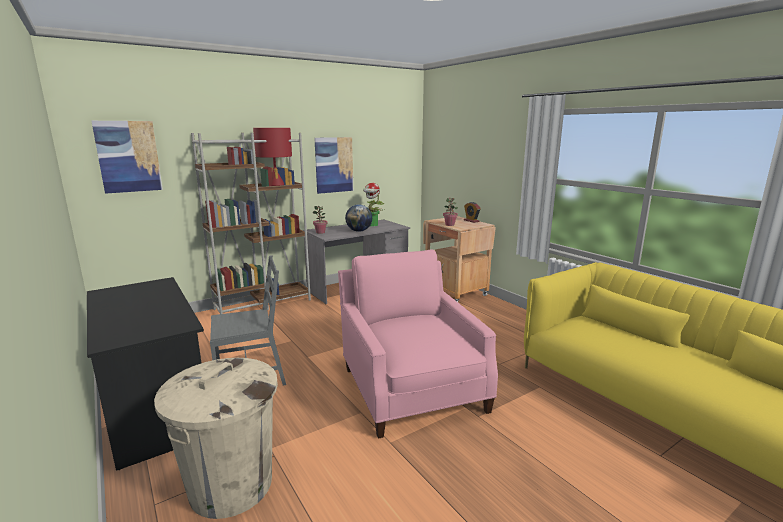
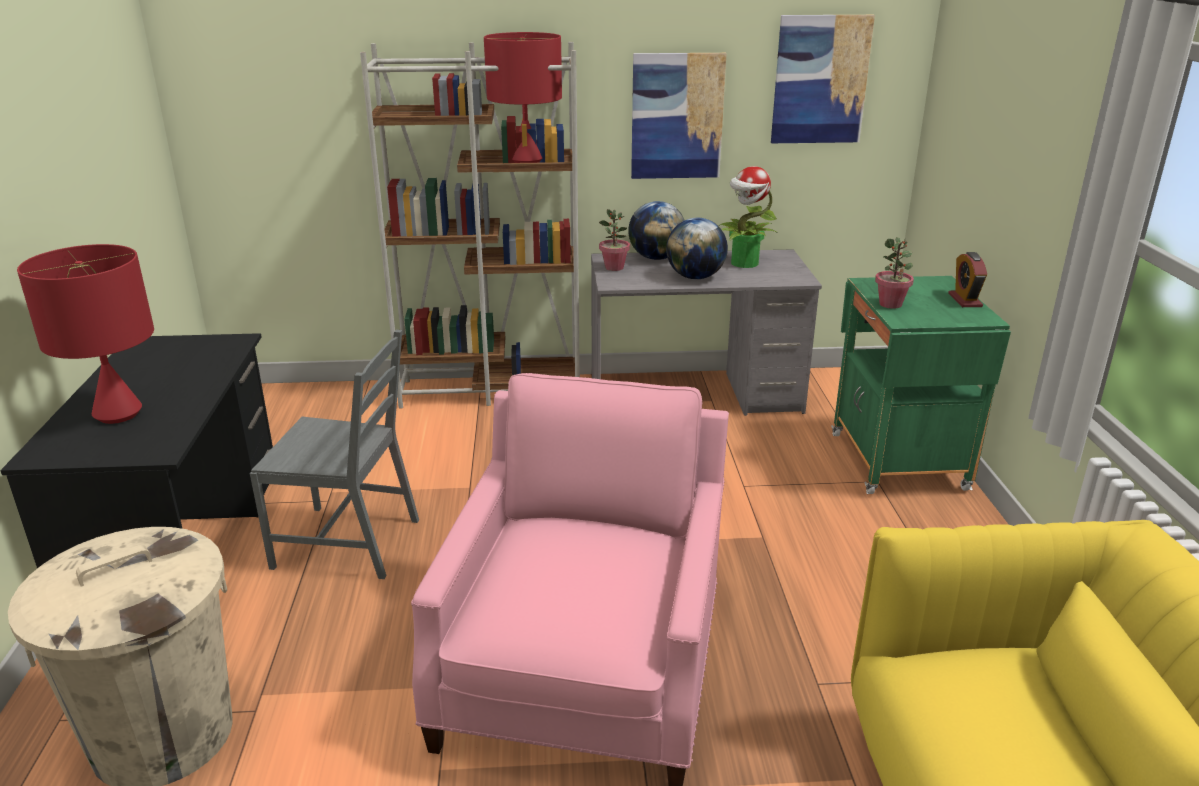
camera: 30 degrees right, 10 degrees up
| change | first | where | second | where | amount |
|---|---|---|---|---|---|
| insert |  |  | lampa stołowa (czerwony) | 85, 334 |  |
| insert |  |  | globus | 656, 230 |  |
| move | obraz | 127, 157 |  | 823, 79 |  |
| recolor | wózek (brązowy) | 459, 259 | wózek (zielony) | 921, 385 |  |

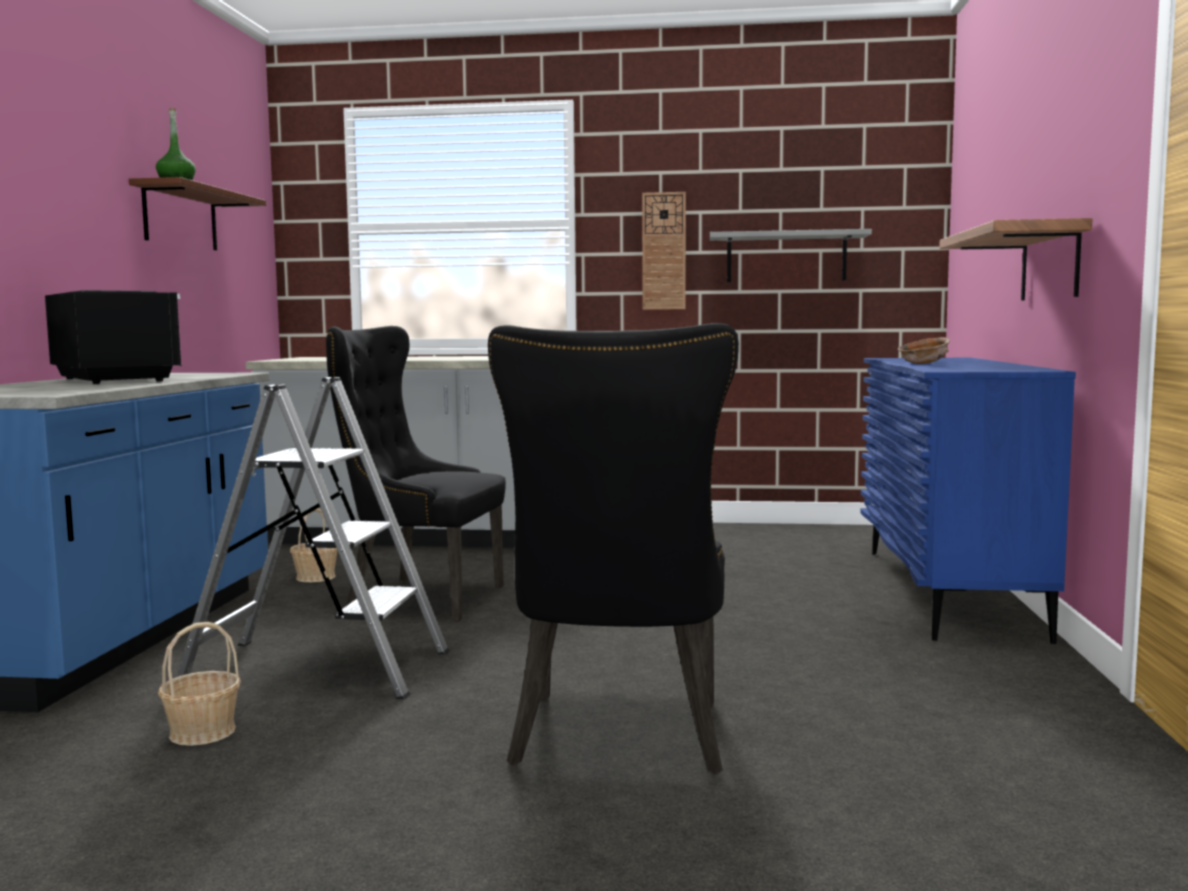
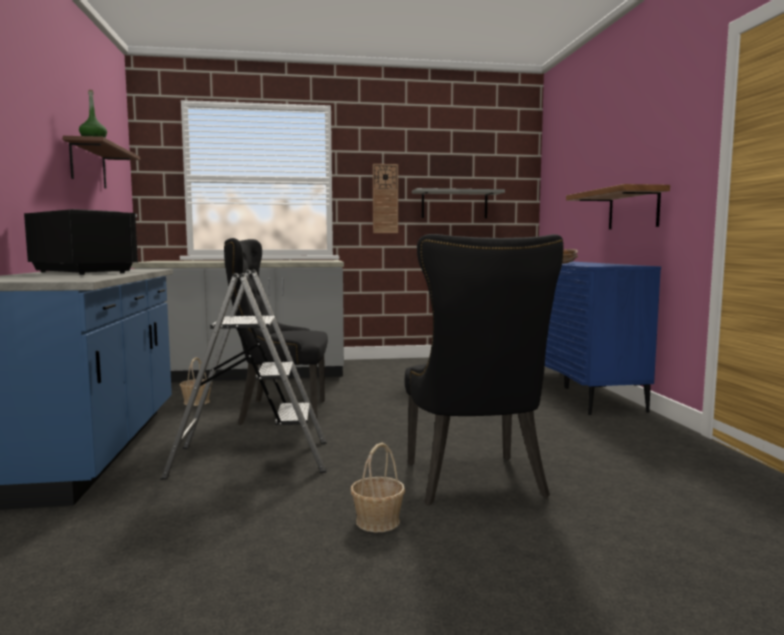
camera: 15 degrees left, 0 degrees up
| change | first | where | second | where | amount |
|---|---|---|---|---|---|
| move | koszyk | 199, 684 |  | 378, 488 |  |

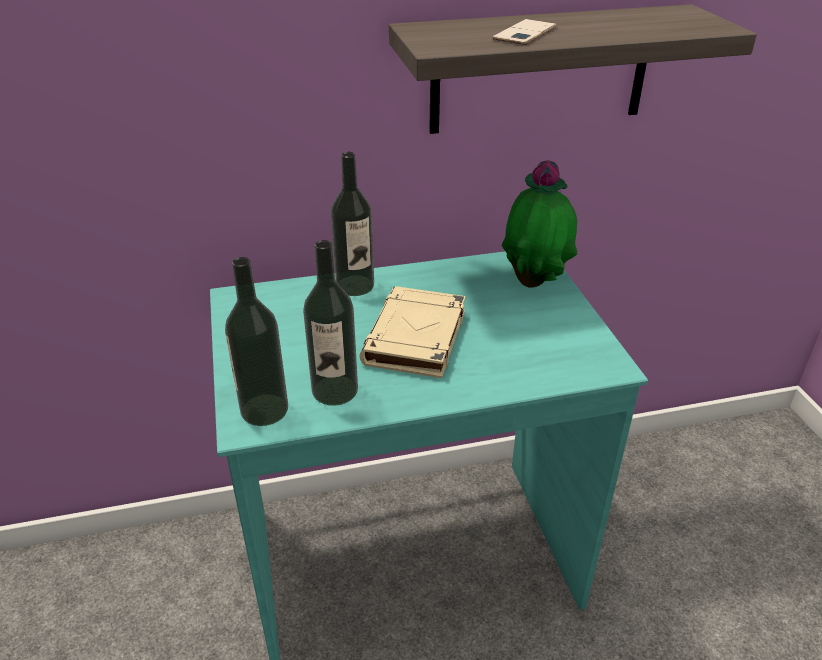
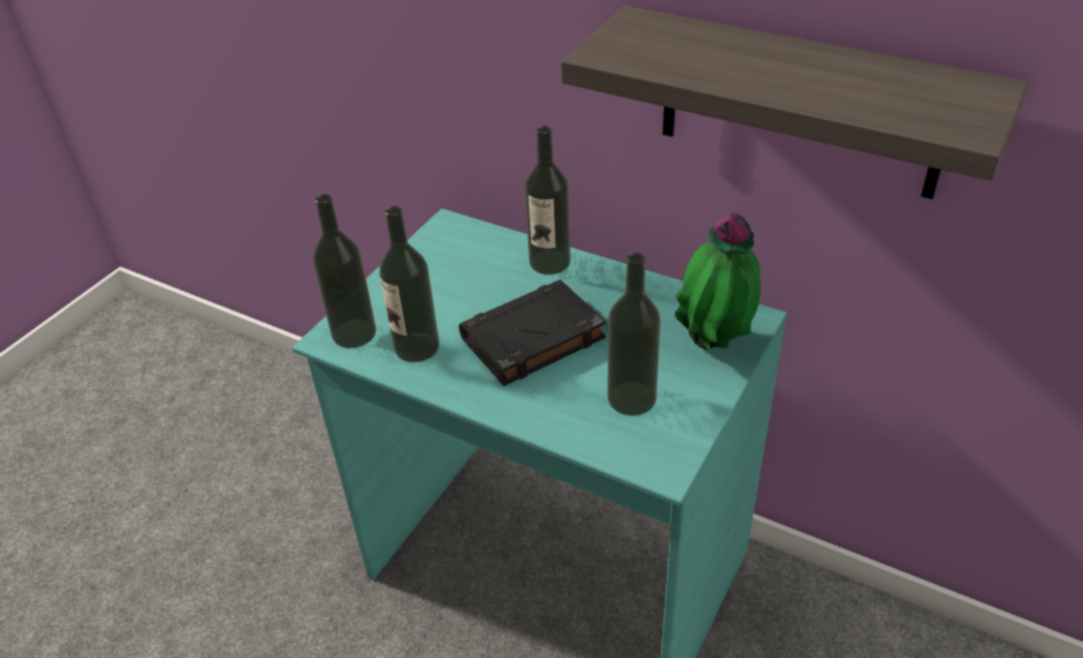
camera: 45 degrees right, 5 degrees up
| change | first | where | second | where | amount |
|---|---|---|---|---|---|
| recolor | książka (beżowy) | 412, 332 | książka (czarny) | 532, 333 |  |
| insert |  |  | butelka | 634, 334 |  |
| delete | telefon | 525, 32 |  |  |  |

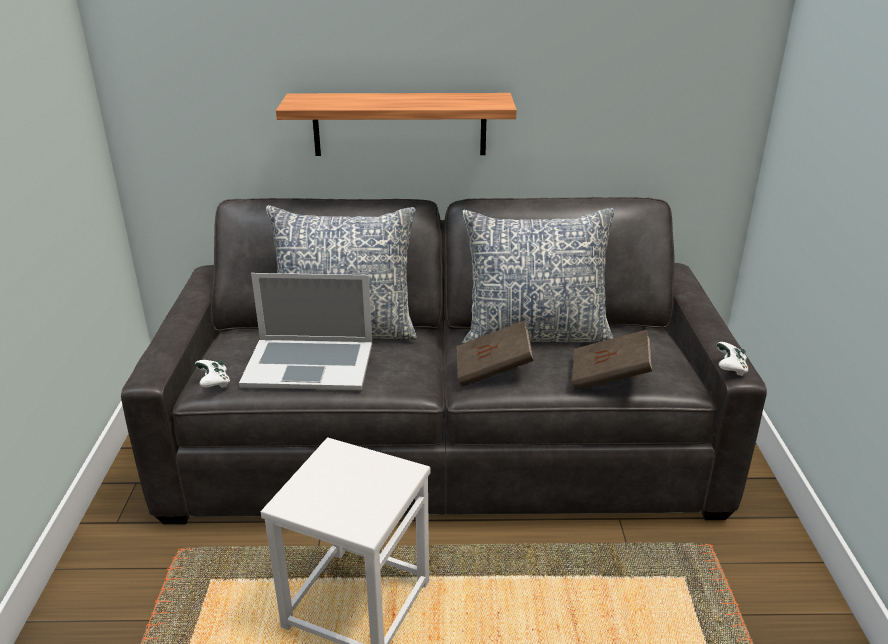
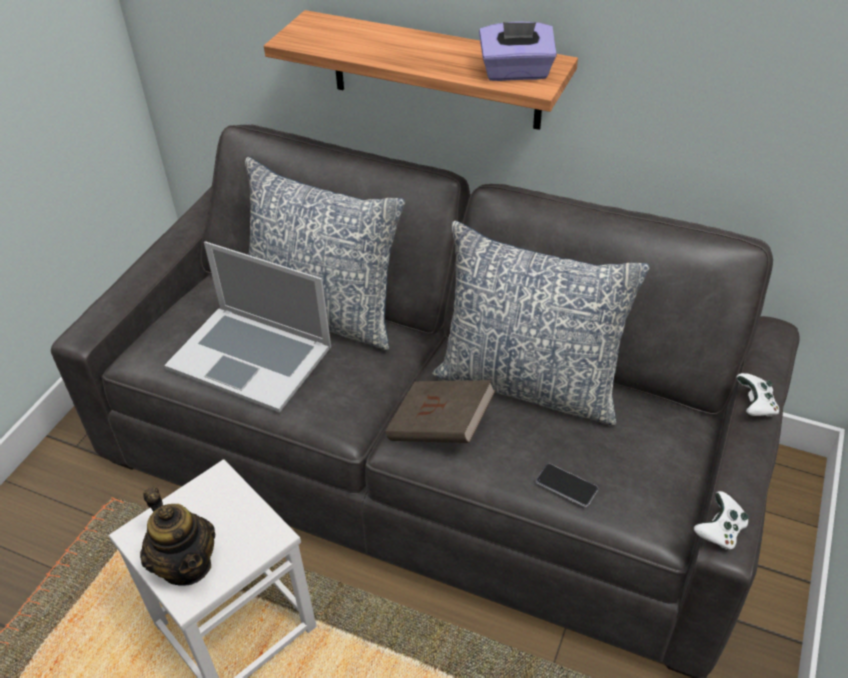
camera: 25 degrees right, 15 degrees up
| change | first | where | second | where | amount |
|---|---|---|---|---|---|
| insert |  |  | imbryk | 177, 536 |  |
| insert |  |  | pudełko chusteczek (fioletowy) | 518, 51 |  |
| replace | książka (brązowy) | 612, 360 | telefon | 567, 485 |  |
| move | pad do gier (biały) | 212, 374 |  | 757, 395 |  |

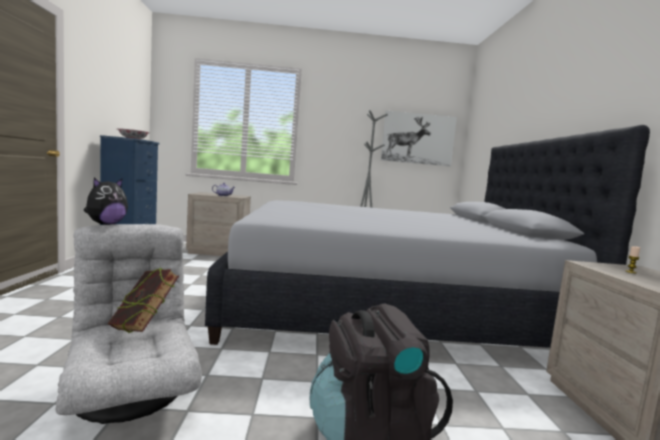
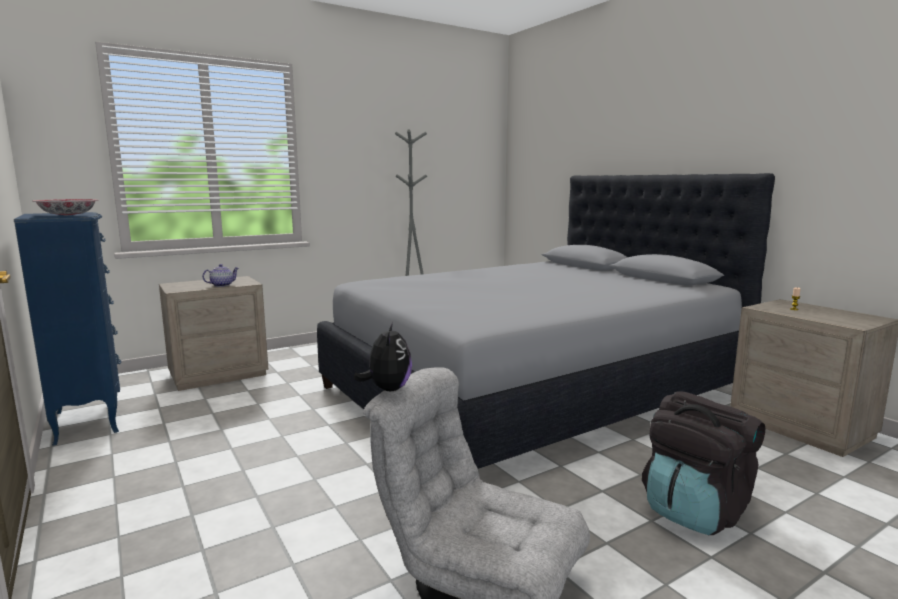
camera: 30 degrees left, 5 degrees up
| change | first | where | second | where | amount |
|---|---|---|---|---|---|
| delete | książka | 143, 300 |  |  |  |
| delete | obraz | 419, 138 |  |  |  |

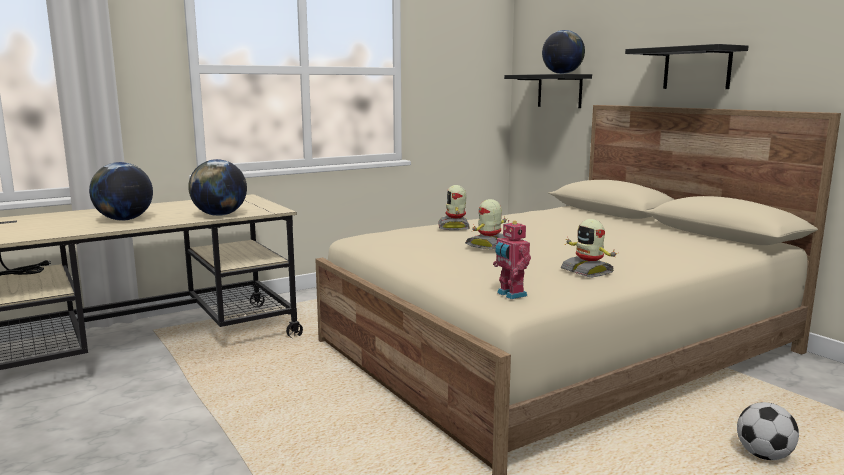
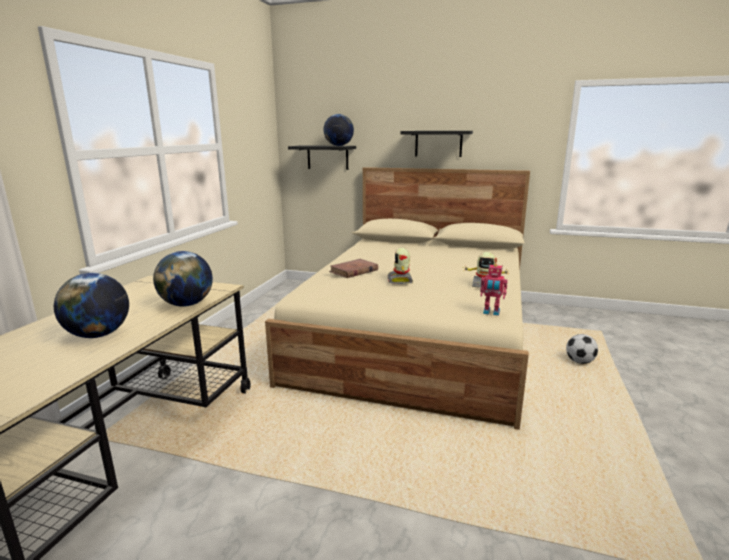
camera: 40 degrees left, 5 degrees up
| change | first | where | second | where | amount |
|---|---|---|---|---|---|
| replace | robot zabawkowy | 454, 207 | książka (brązowy) | 353, 268 |  |

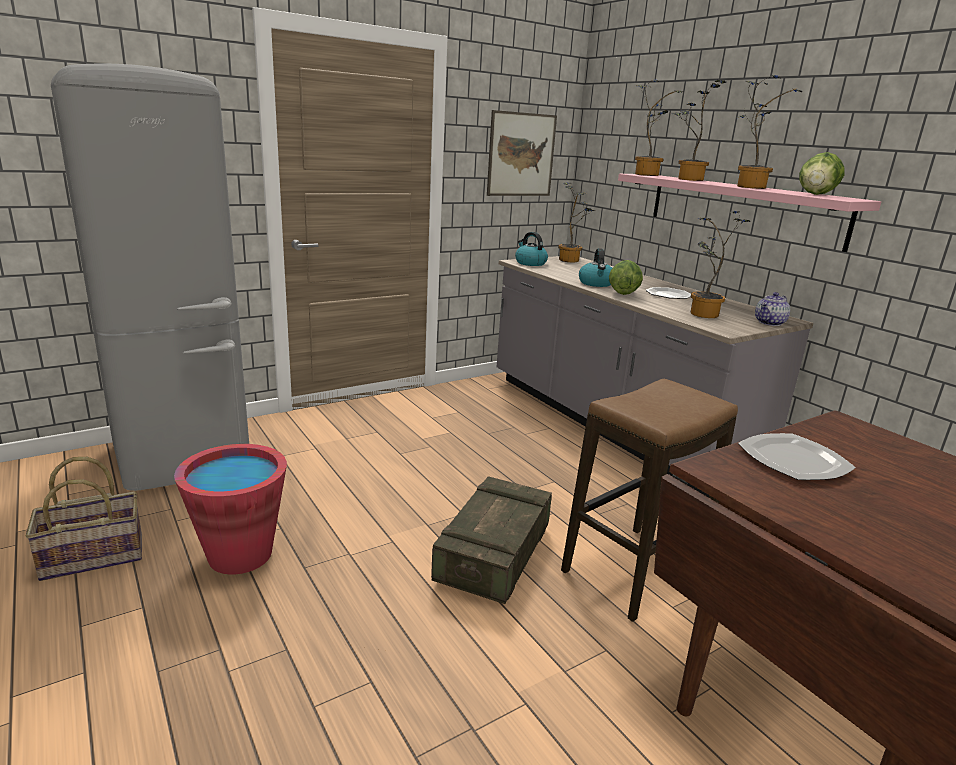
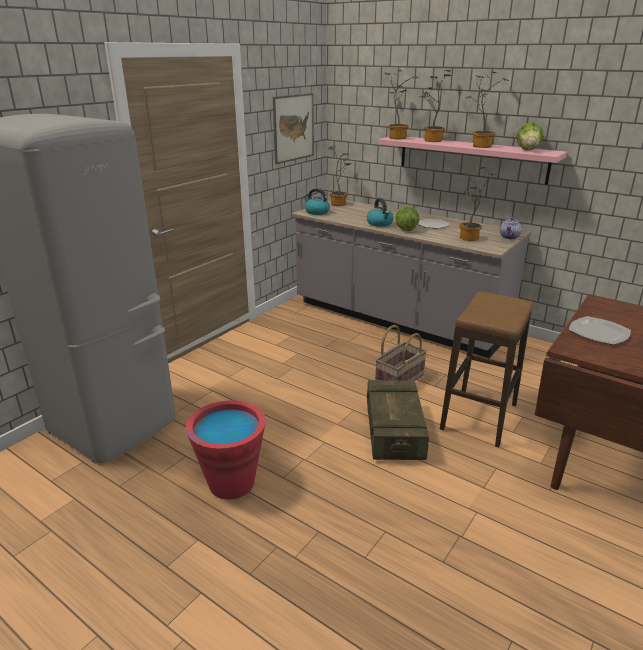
camera: 20 degrees left, 5 degrees up
| change | first | where | second | where | amount |
|---|---|---|---|---|---|
| move | koszyk | 83, 519 |  | 401, 353 |  |

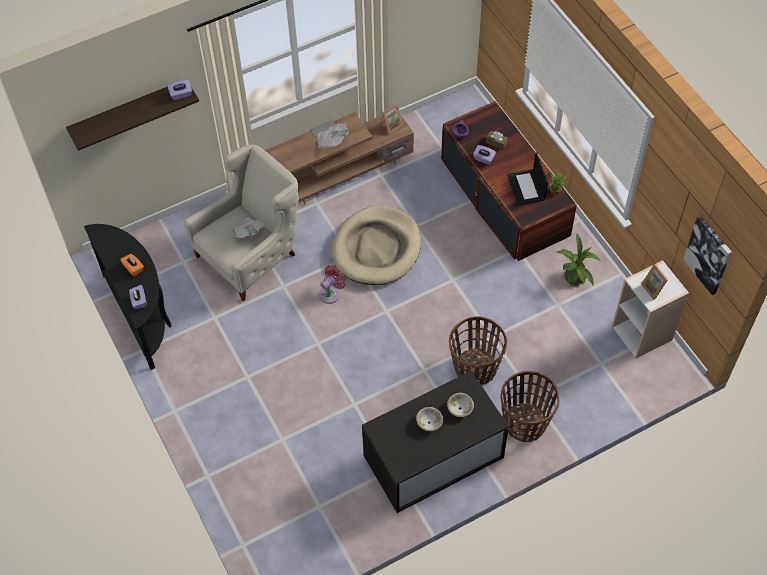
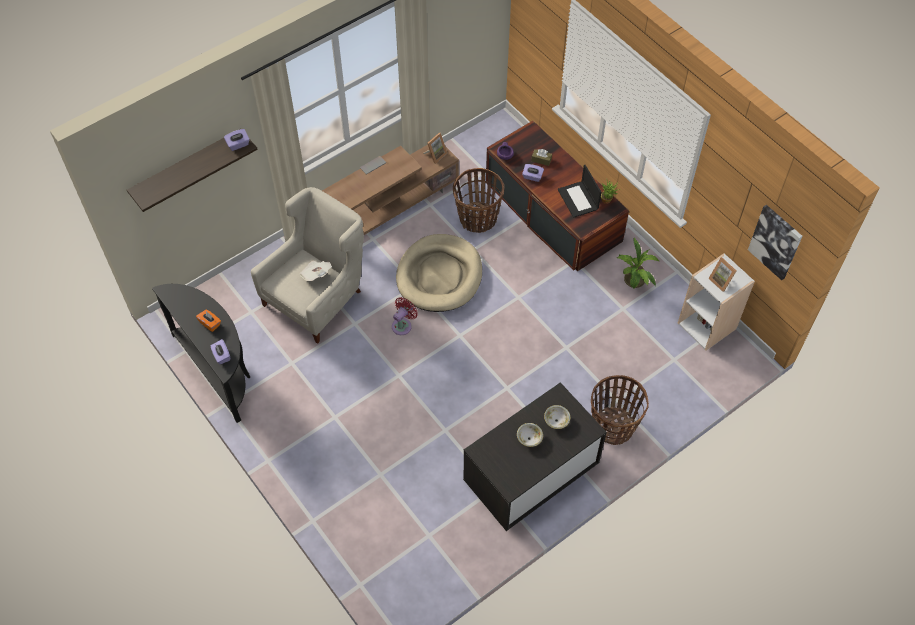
camera: 10 degrees left, 0 degrees up
| change | first | where | second | where | amount |
|---|---|---|---|---|---|
| move | koszyk | 478, 350 |  | 478, 200 |  |
| delete | gazeta | 333, 136 |  |  |  |

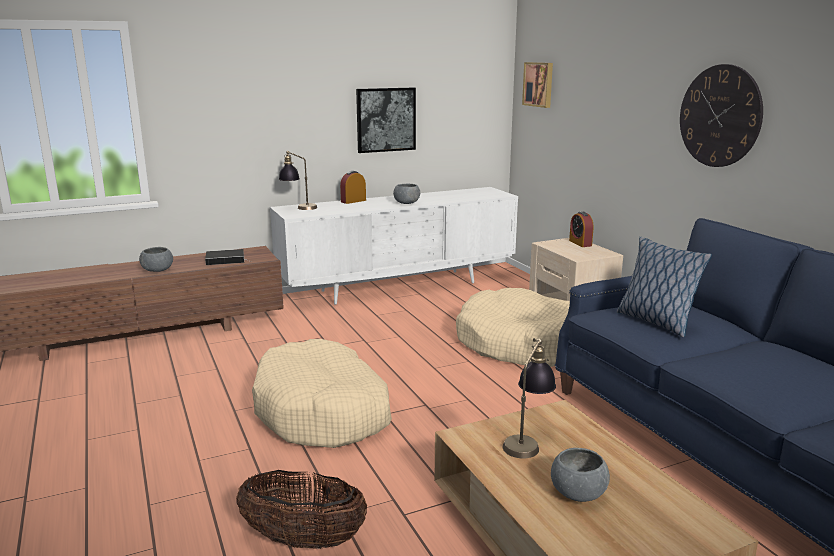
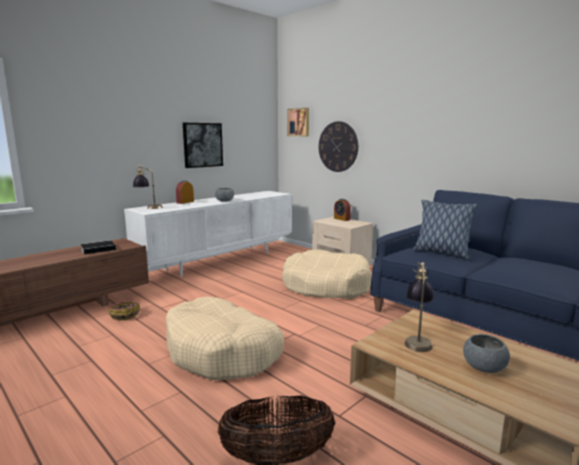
camera: 20 degrees left, 5 degrees down
| change | first | where | second | where | amount |
|---|---|---|---|---|---|
| insert |  |  | koszyk | 124, 310 |  |
| move | zegar ścienny | 721, 115 |  | 338, 146 |  |
| delete | miska (szary) | 156, 259 |  |  |  |

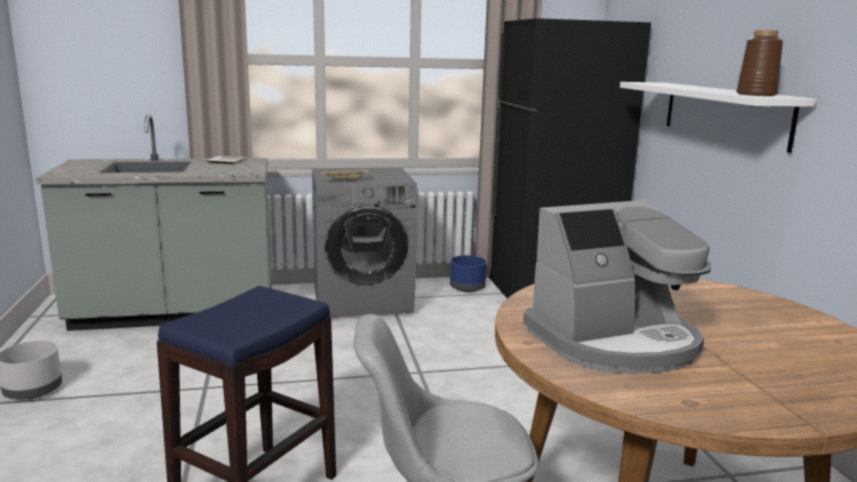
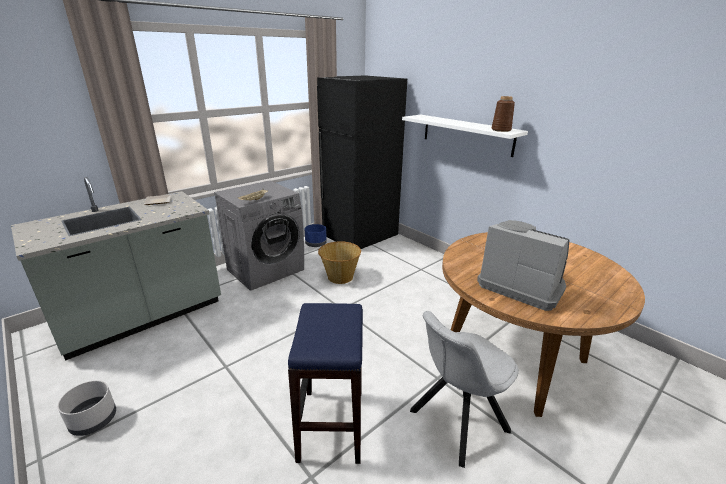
camera: 30 degrees left, 10 degrees up
| change | first | where | second | where | amount |
|---|---|---|---|---|---|
| insert |  |  | koszyk | 339, 262 |  |
| rotate | ekspres do kawy | 617, 287 |  | 523, 265 | 90 degrees counterclockwise |

